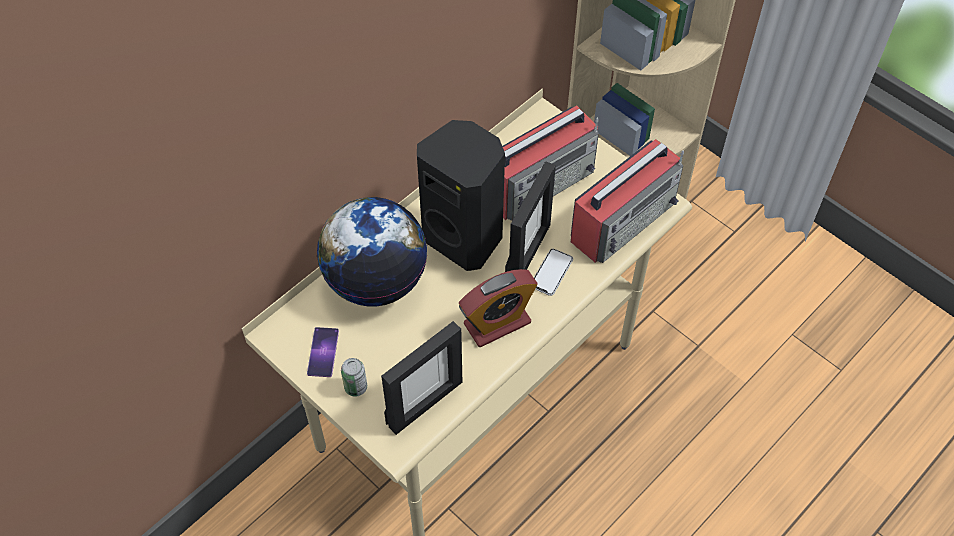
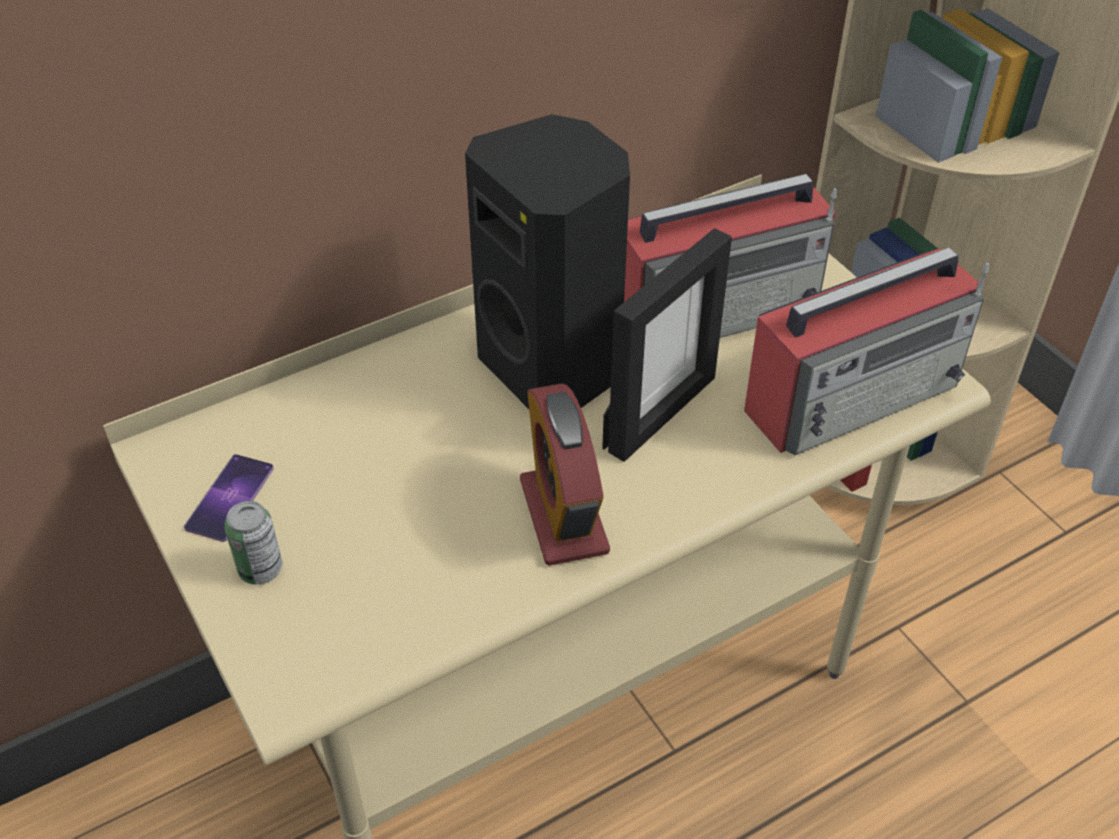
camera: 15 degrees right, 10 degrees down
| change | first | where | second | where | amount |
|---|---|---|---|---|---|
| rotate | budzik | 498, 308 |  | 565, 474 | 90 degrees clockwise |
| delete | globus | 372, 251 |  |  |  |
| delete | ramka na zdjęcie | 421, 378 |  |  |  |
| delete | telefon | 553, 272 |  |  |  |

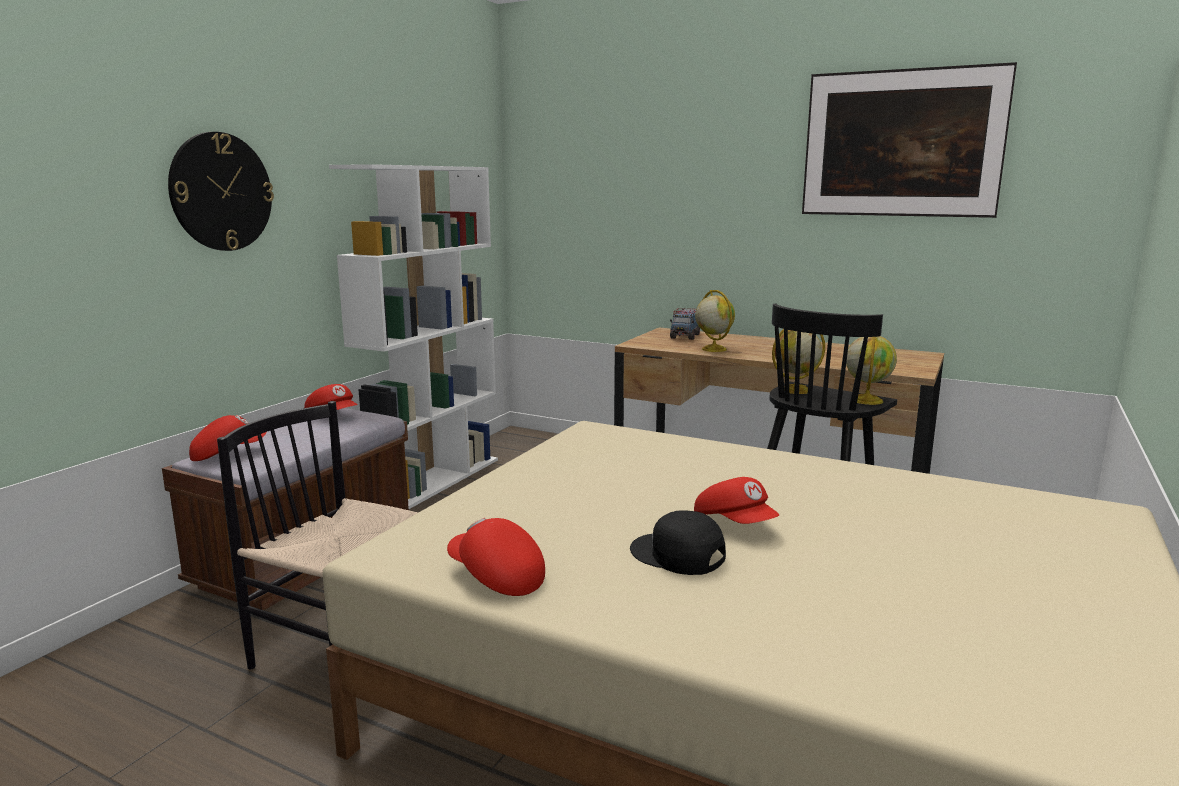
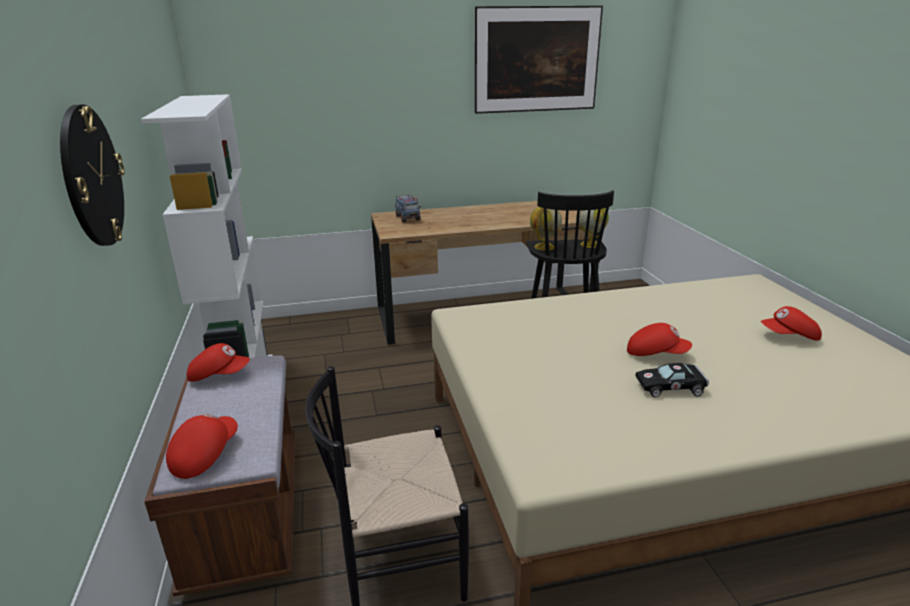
camera: 40 degrees left, 10 degrees up
| change | first | where | second | where | amount |
|---|---|---|---|---|---|
| replace | czapka z daszkiem (czarny) | 678, 542 | samochodzik (czarny) | 672, 380 |  |
| move | czapka z daszkiem (czerwony) | 496, 557 |  | 791, 323 |  |
| delete | globus | 715, 321 |  |  |  |

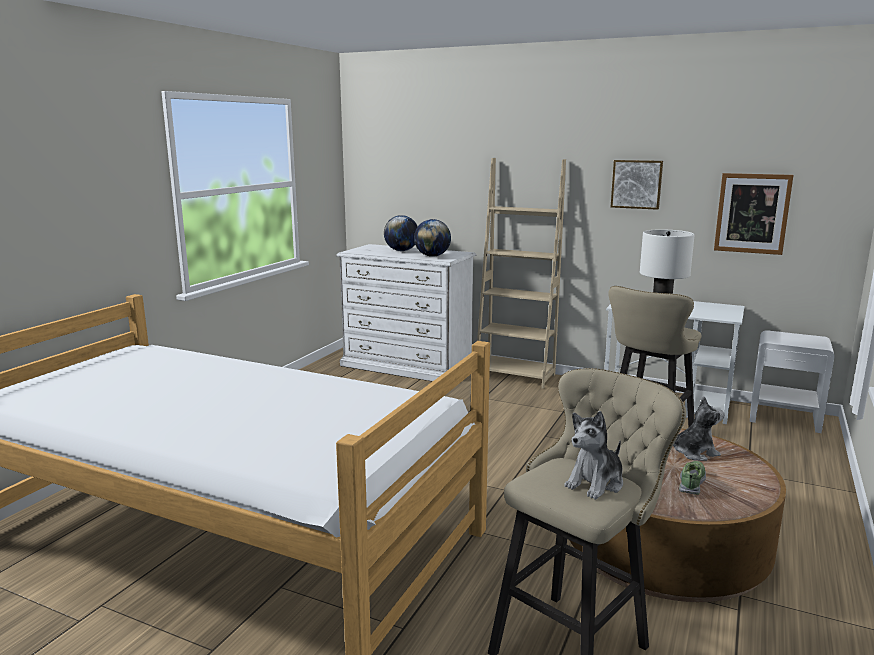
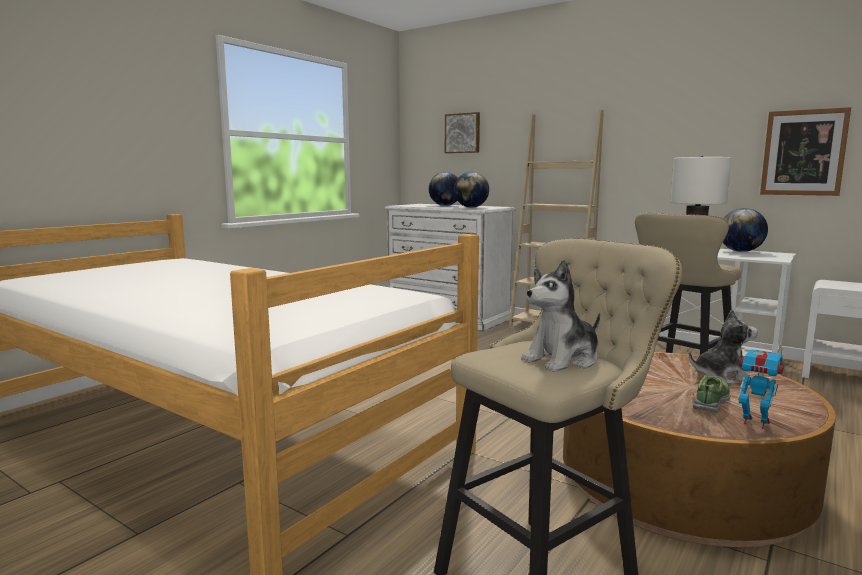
camera: 10 degrees right, 5 degrees down
| change | first | where | second | where | amount |
|---|---|---|---|---|---|
| move | obraz | 637, 185 |  | 462, 132 |  |
| insert |  |  | globus | 745, 230 |  |
| insert |  |  | robot zabawkowy | 761, 385 |  |

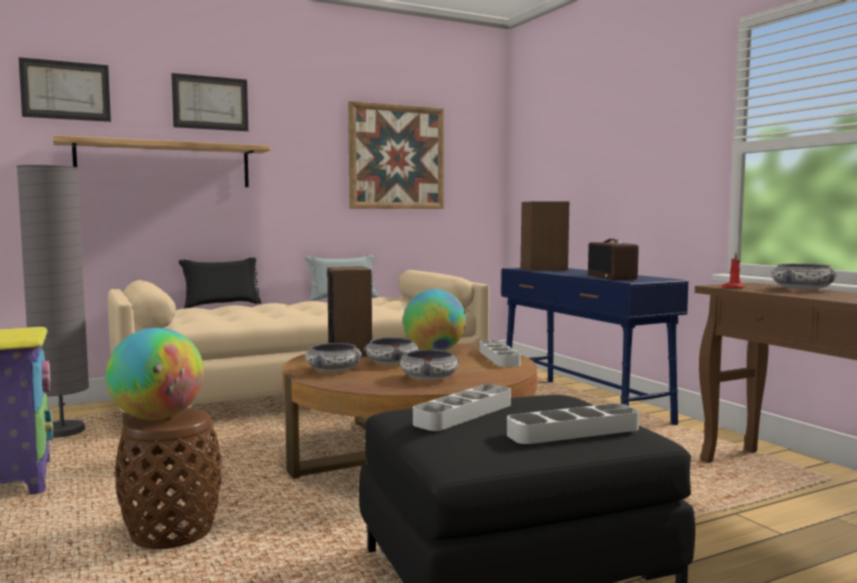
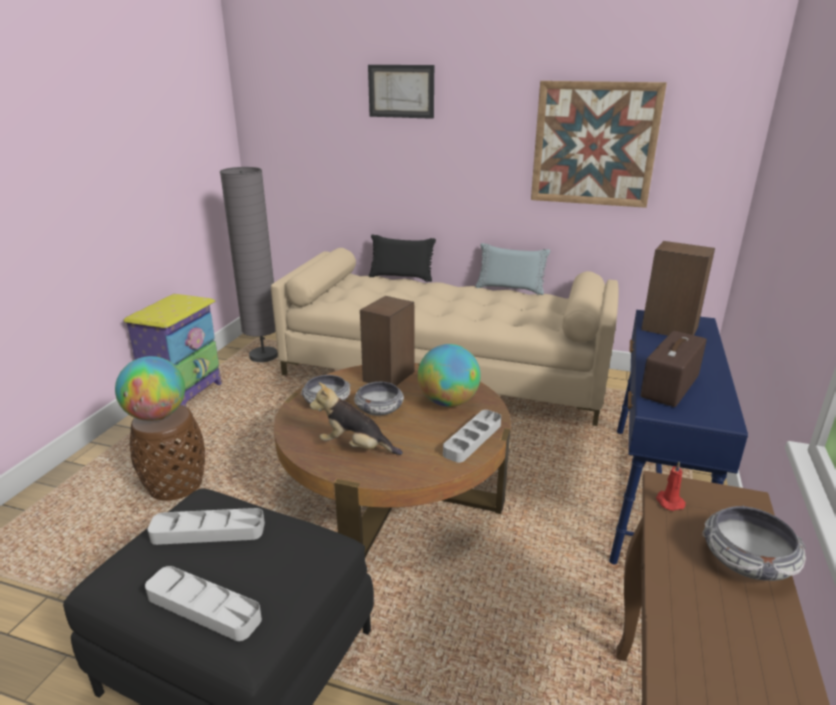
camera: 45 degrees right, 20 degrees up
| change | first | where | second | where | amount |
|---|---|---|---|---|---|
| replace | miska | 429, 364 | pluszak | 356, 418 |  |
| delete | obraz | 65, 89 |  |  |  |
| delete | półka | 161, 161 |  |  |  |

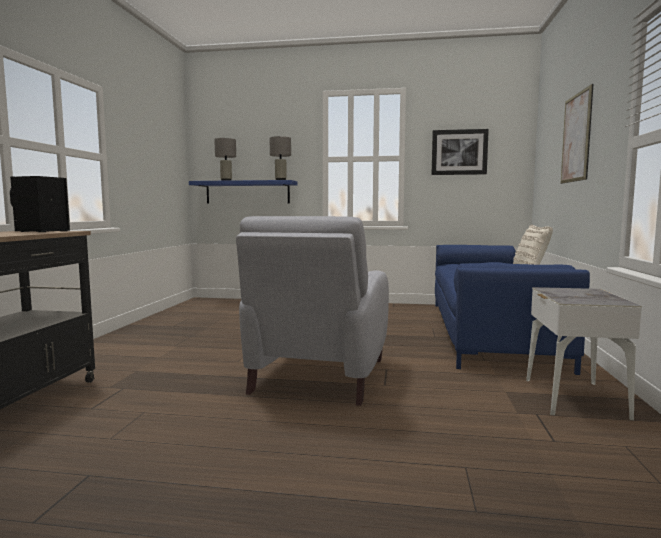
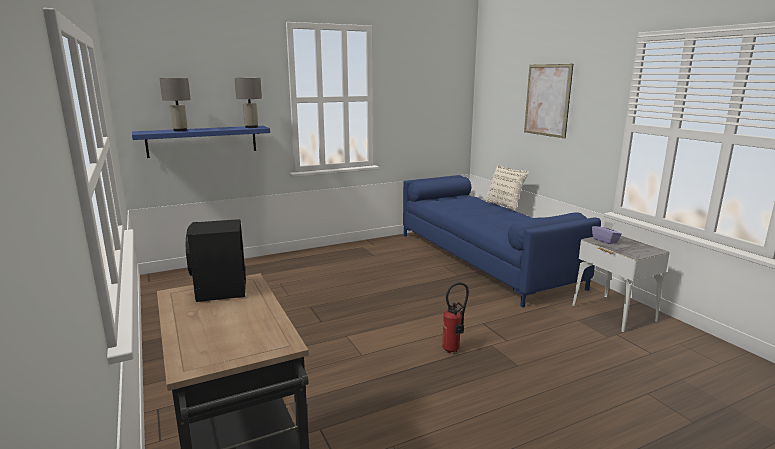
camera: 35 degrees left, 10 degrees up
| change | first | where | second | where | amount |
|---|---|---|---|---|---|
| replace | fotel (szary) | 312, 311 | gaśnica | 455, 317 |  |
| insert |  |  | pudełko chusteczek (fioletowy) | 607, 232 |  |
| delete | obraz | 460, 152 |  |  |  |

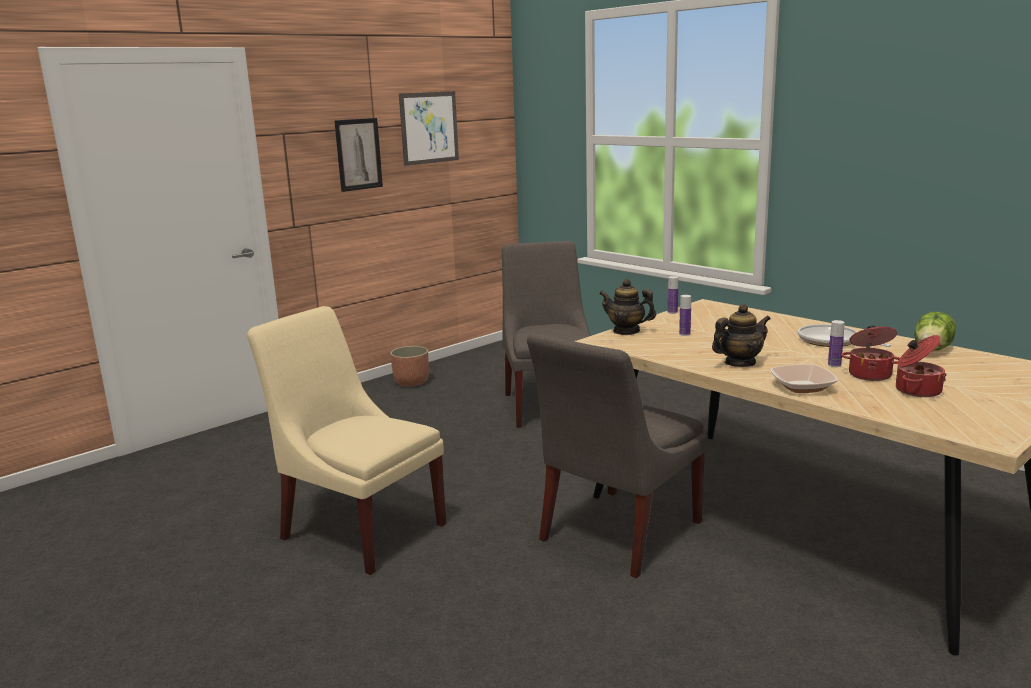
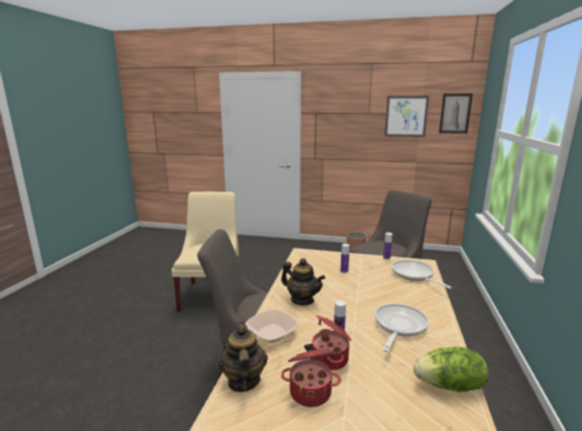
camera: 55 degrees right, 0 degrees up
| change | first | where | second | where | amount |
|---|---|---|---|---|---|
| move | imbryk | 627, 307 |  | 243, 357 |  |
| insert |  |  | patelnia | 422, 274 |  |
| move | obraz | 358, 155 |  | 456, 113 |  |

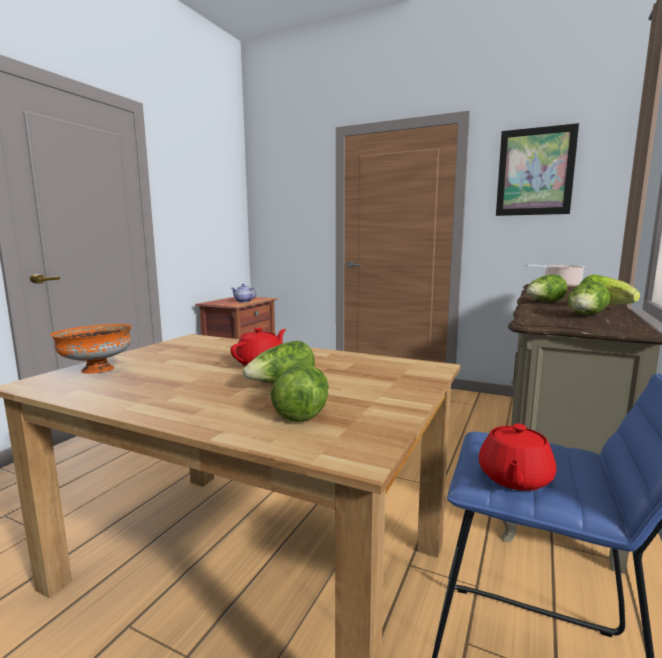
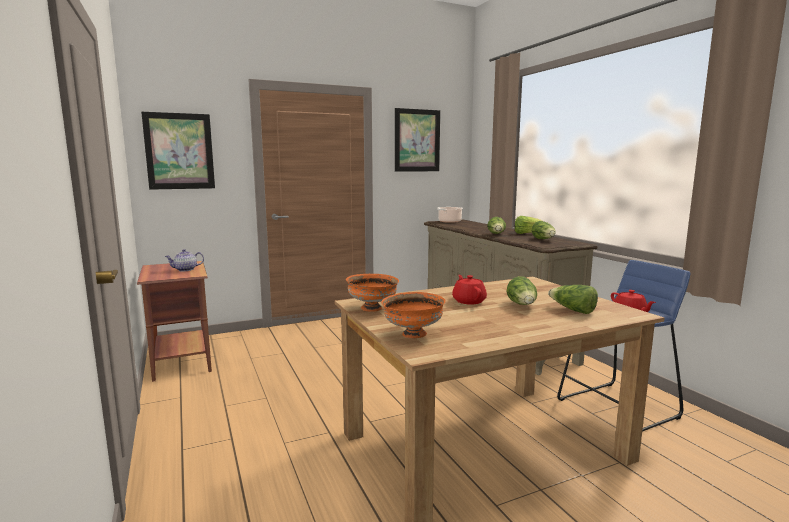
camera: 50 degrees left, 0 degrees up
| change | first | where | second | where | amount |
|---|---|---|---|---|---|
| insert |  |  | obraz | 178, 151 |  |
| insert |  |  | miska (pomarańczowy) | 372, 293 |  |

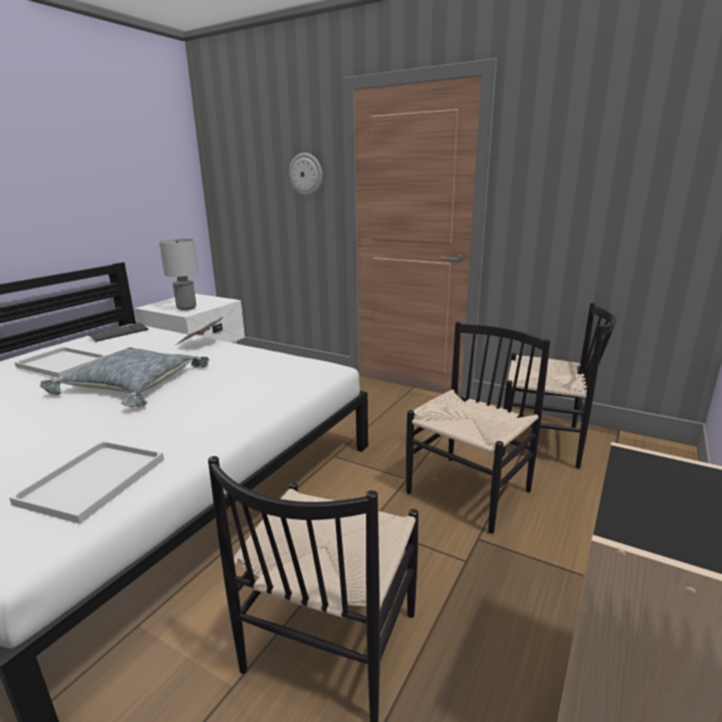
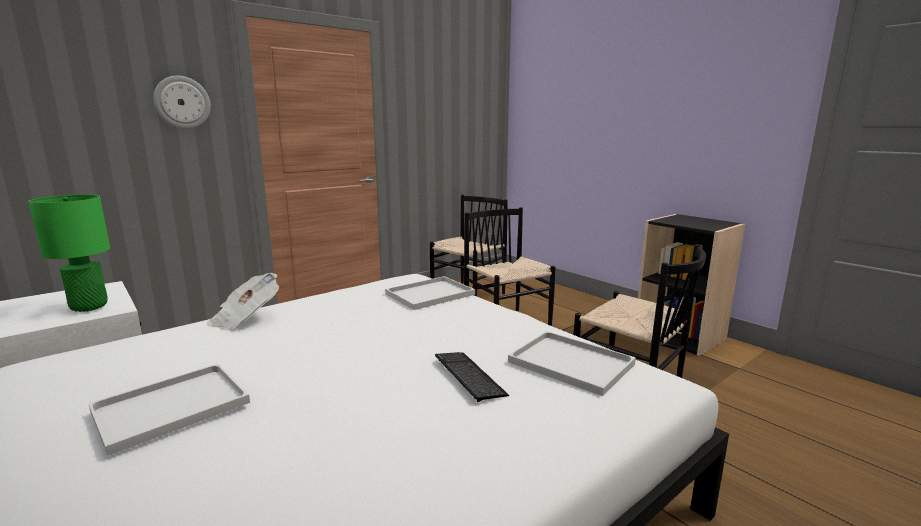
camera: 70 degrees left, 5 degrees down
| change | first | where | second | where | amount |
|---|---|---|---|---|---|
| recolor | lampa stołowa (szary) | 179, 274 | lampa stołowa (zielony) | 69, 253 |  |
| insert |  |  | taca (biały) | 430, 293 |  |
| move | klawiatura | 118, 332 |  | 472, 377 |  |
| delete | poduszka | 124, 377 |  |  |  |

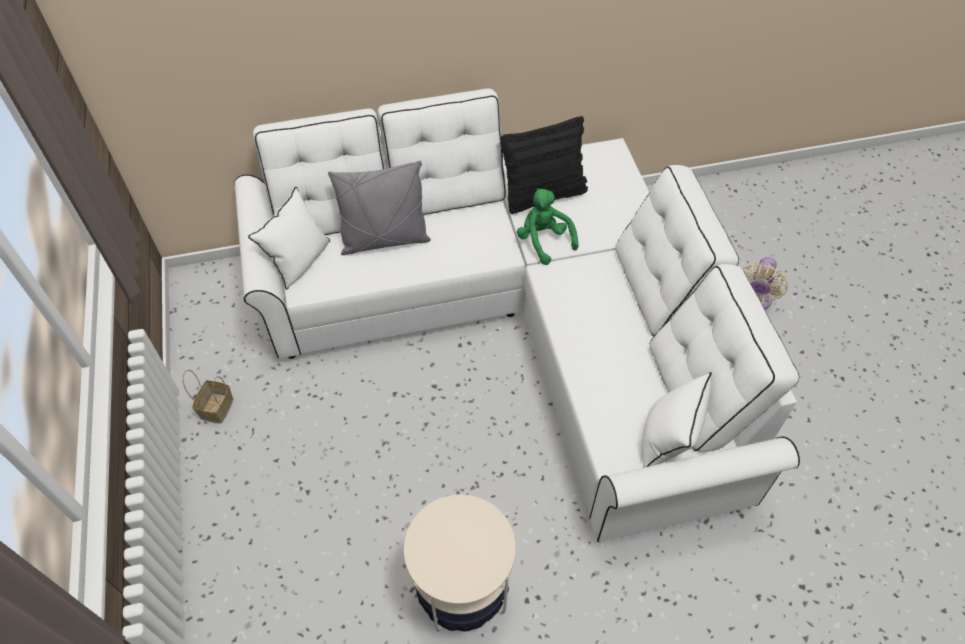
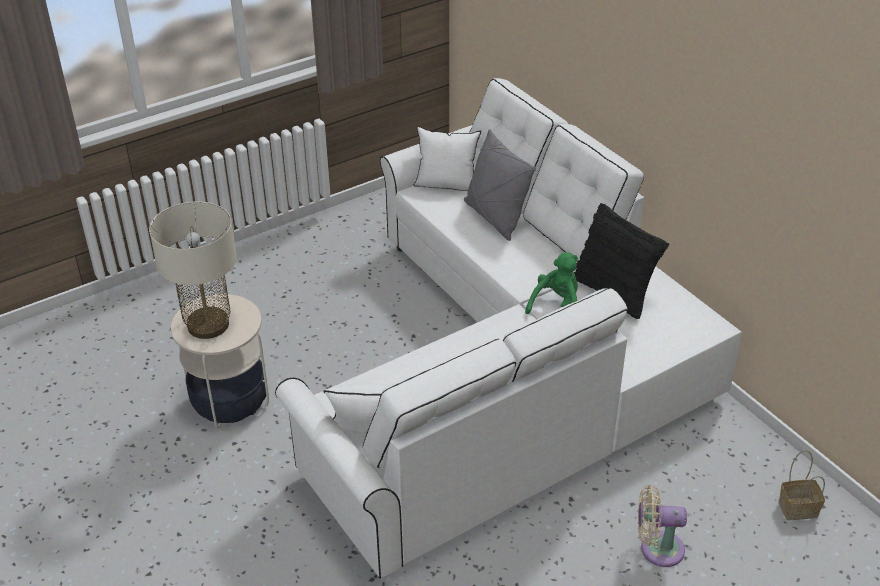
camera: 70 degrees right, 15 degrees down
| change | first | where | second | where | amount |
|---|---|---|---|---|---|
| insert |  |  | lampa stołowa | 193, 270 |  |
| move | koszyk | 208, 397 |  | 802, 485 |  |

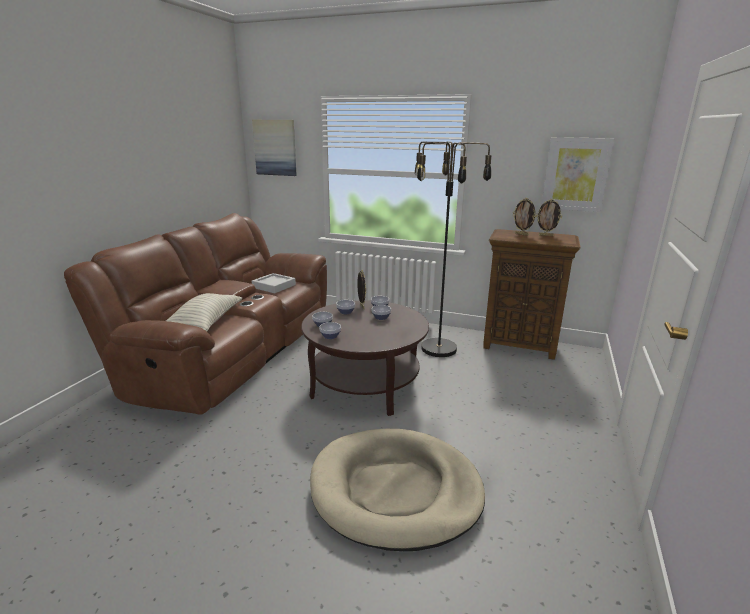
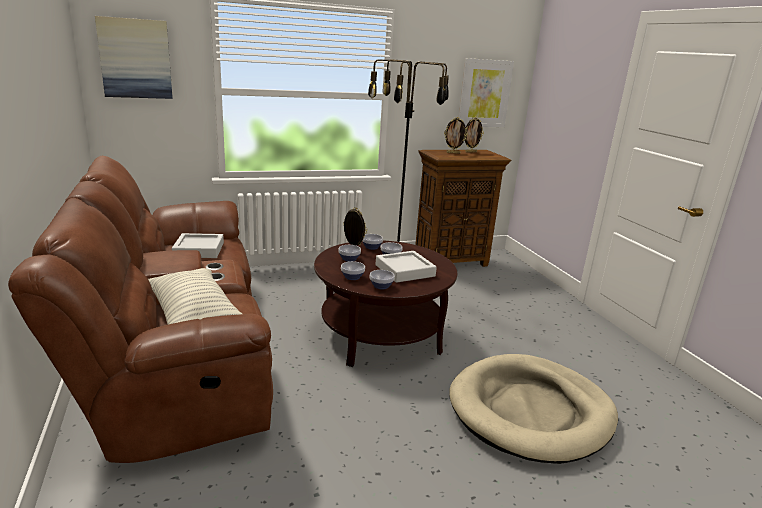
camera: 40 degrees left, 0 degrees up
| change | first | where | second | where | amount |
|---|---|---|---|---|---|
| insert |  |  | taca (szary) | 406, 267 |  |

